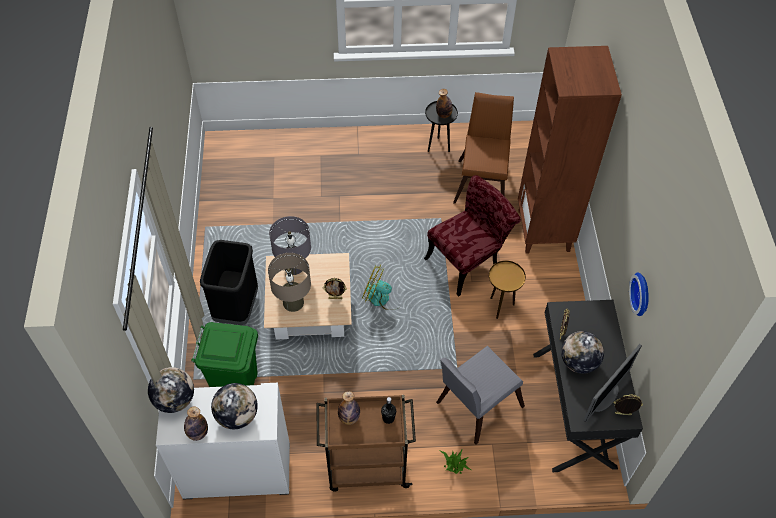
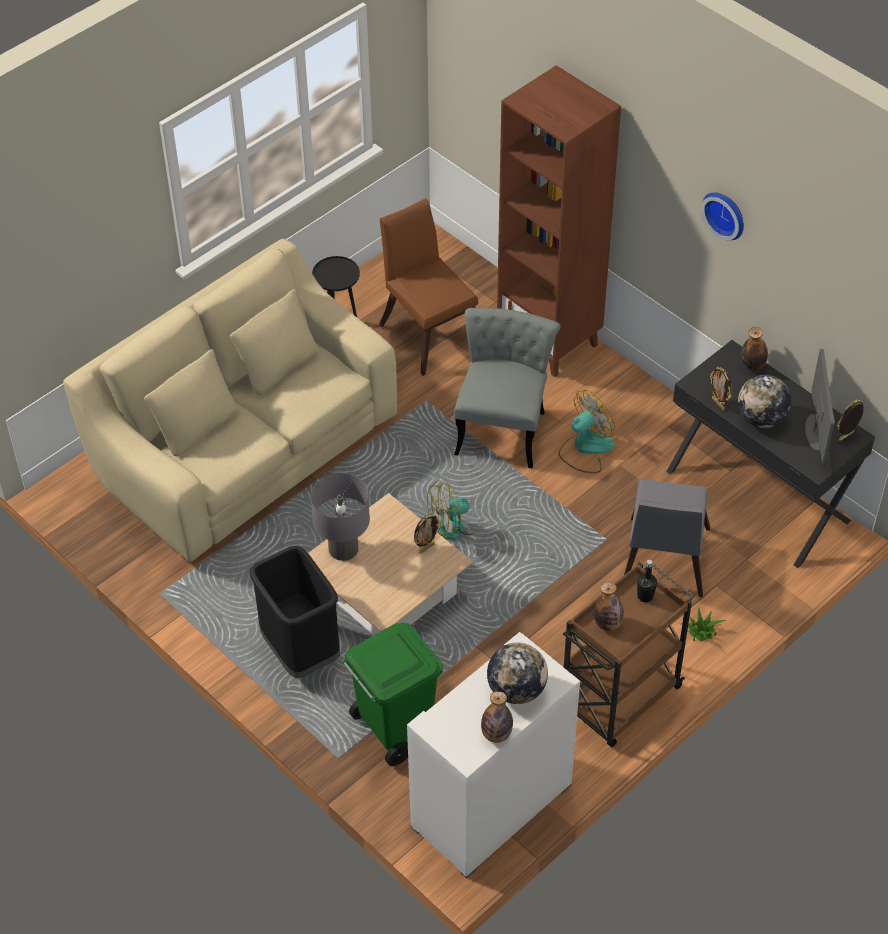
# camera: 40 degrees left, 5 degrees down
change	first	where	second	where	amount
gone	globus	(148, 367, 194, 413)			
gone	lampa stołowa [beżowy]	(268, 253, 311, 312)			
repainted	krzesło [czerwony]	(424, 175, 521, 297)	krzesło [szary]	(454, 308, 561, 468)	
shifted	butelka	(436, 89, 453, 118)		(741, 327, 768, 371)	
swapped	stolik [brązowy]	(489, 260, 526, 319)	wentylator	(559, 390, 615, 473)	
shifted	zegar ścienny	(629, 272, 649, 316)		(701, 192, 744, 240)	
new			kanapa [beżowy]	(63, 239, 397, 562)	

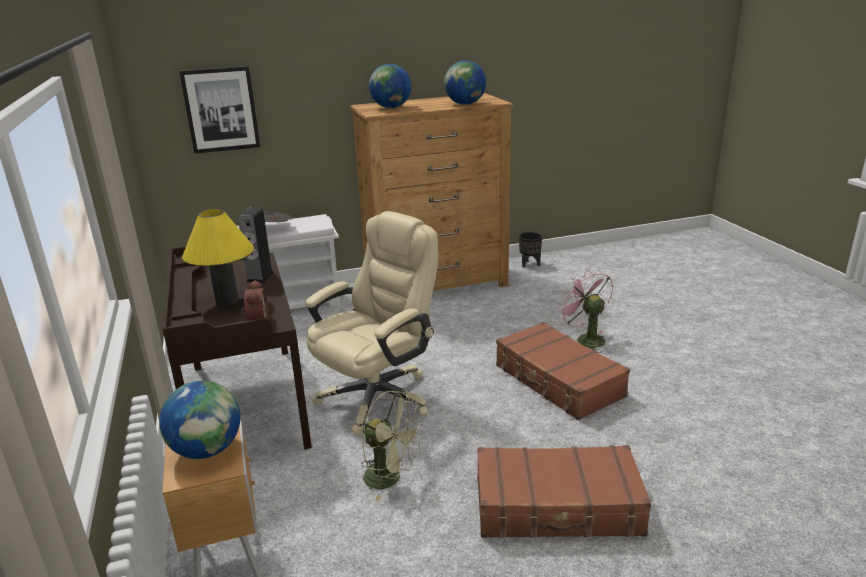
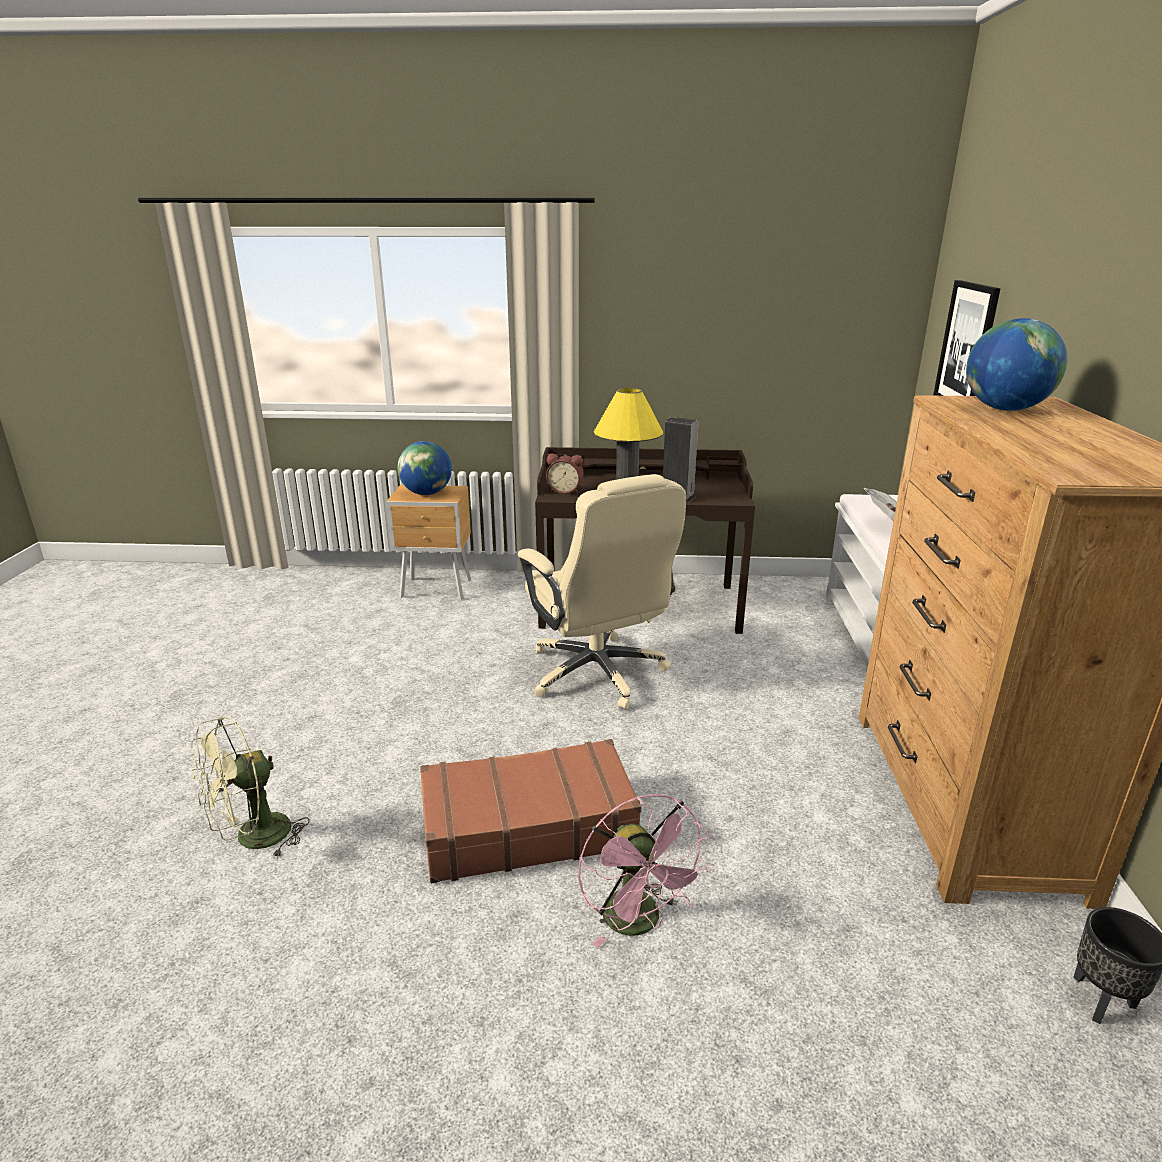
# camera: 110 degrees right, 0 degrees up
change	first	where	second	where	amount
shifted	wentylator [zielony]	(361, 391, 423, 501)		(191, 716, 310, 859)	
gone	globus	(444, 60, 486, 105)			
gone	walizka [brązowy]	(477, 445, 651, 538)			
rotated	wentylator [różowy]	(557, 270, 613, 353)		(578, 794, 710, 948)	75 degrees clockwise

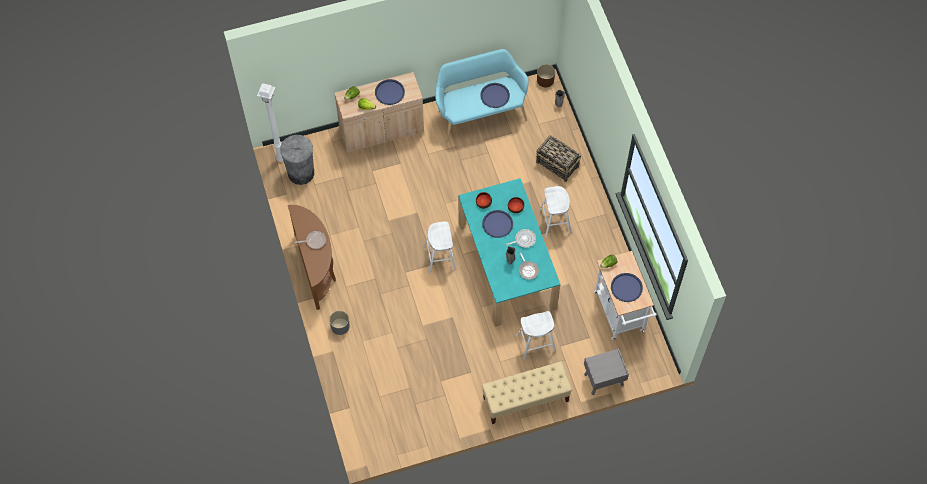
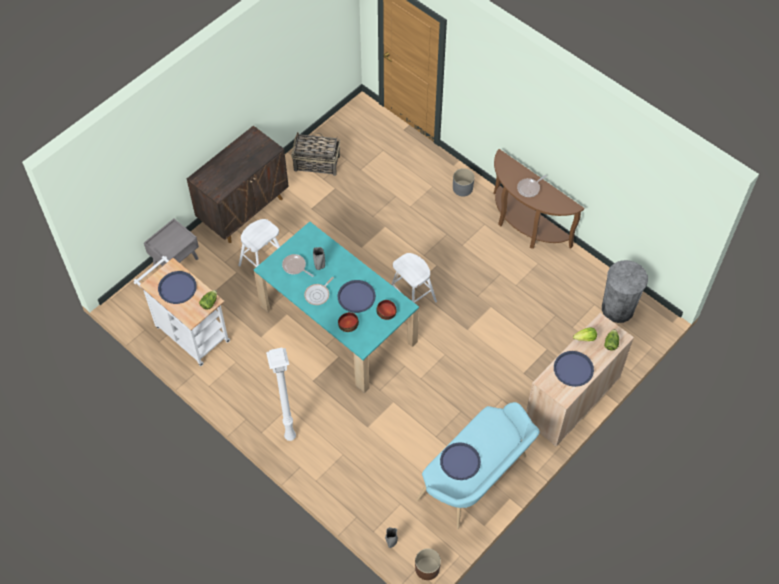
# camera: 150 degrees right, 5 degrees down
change	first	where	second	where	amount
shifted	lampa stojąca [biały]	(257, 83, 283, 162)		(266, 347, 296, 441)	
swapped	ławka [beżowy]	(482, 361, 572, 424)	szafka [brązowy]	(187, 126, 289, 243)	
shifted	koszyk	(536, 135, 581, 182)		(291, 132, 340, 176)	
gone	stołek [biały]	(539, 186, 572, 237)			

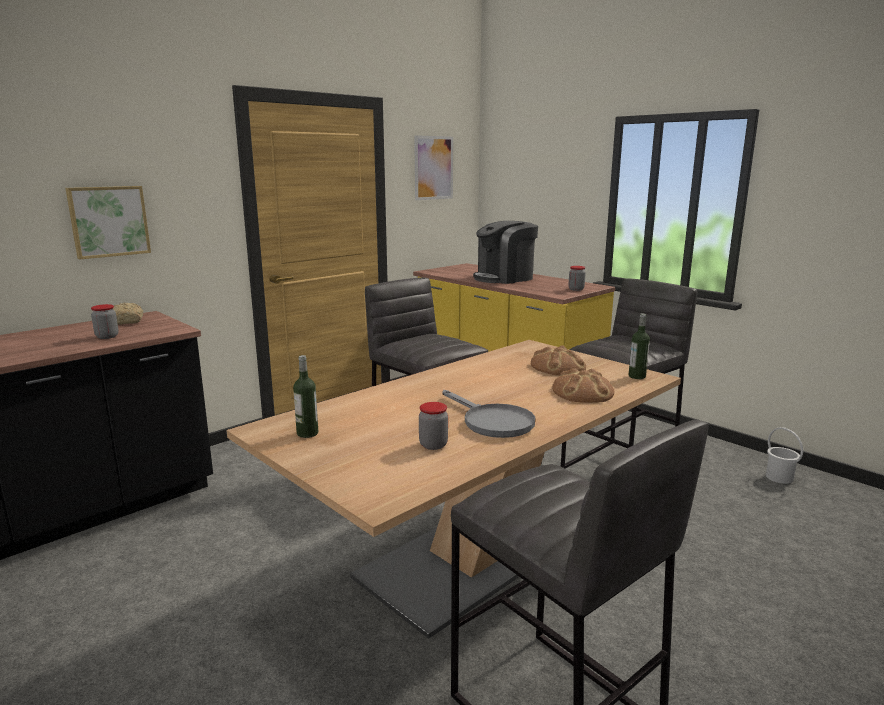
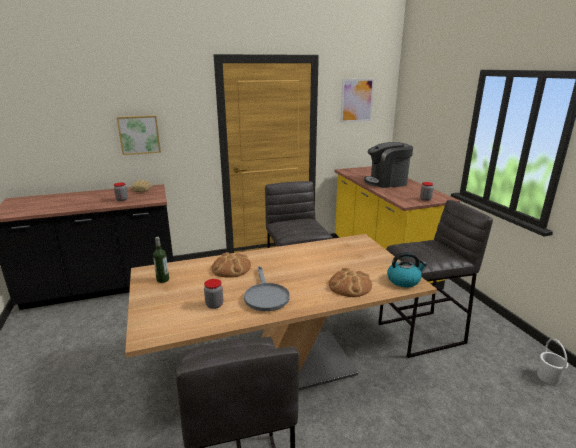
# camera: 25 degrees right, 5 degrees up
change	first	where	second	where	amount
shifted	chleb	(531, 345, 586, 375)		(211, 252, 251, 278)	
swapped	butelka	(629, 314, 650, 379)	czajnik	(387, 252, 427, 287)	

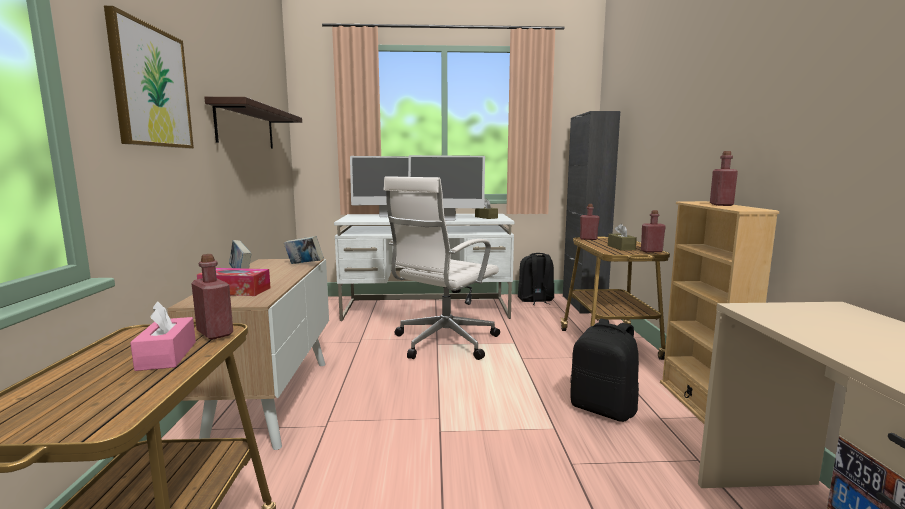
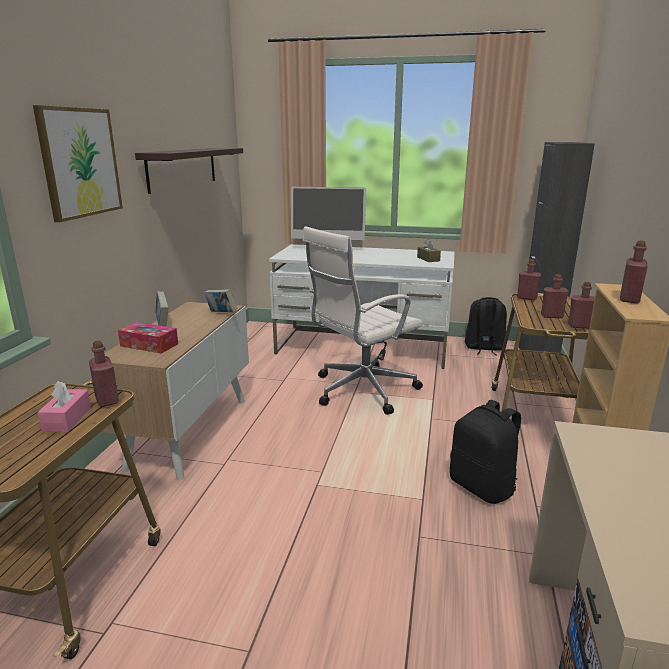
# camera: 15 degrees right, 10 degrees up
change	first	where	second	where	amount
gone	monitor	(408, 155, 485, 221)			
swapped	pudełko chusteczek [brązowy]	(608, 224, 637, 251)	butelka [czerwony]	(541, 274, 569, 318)	

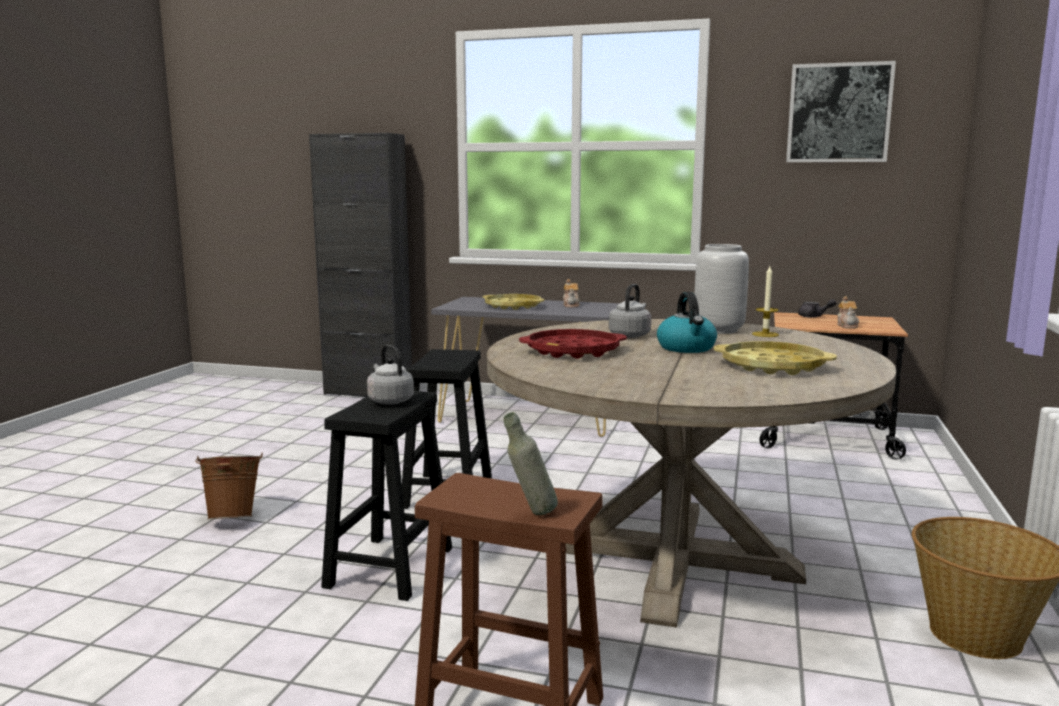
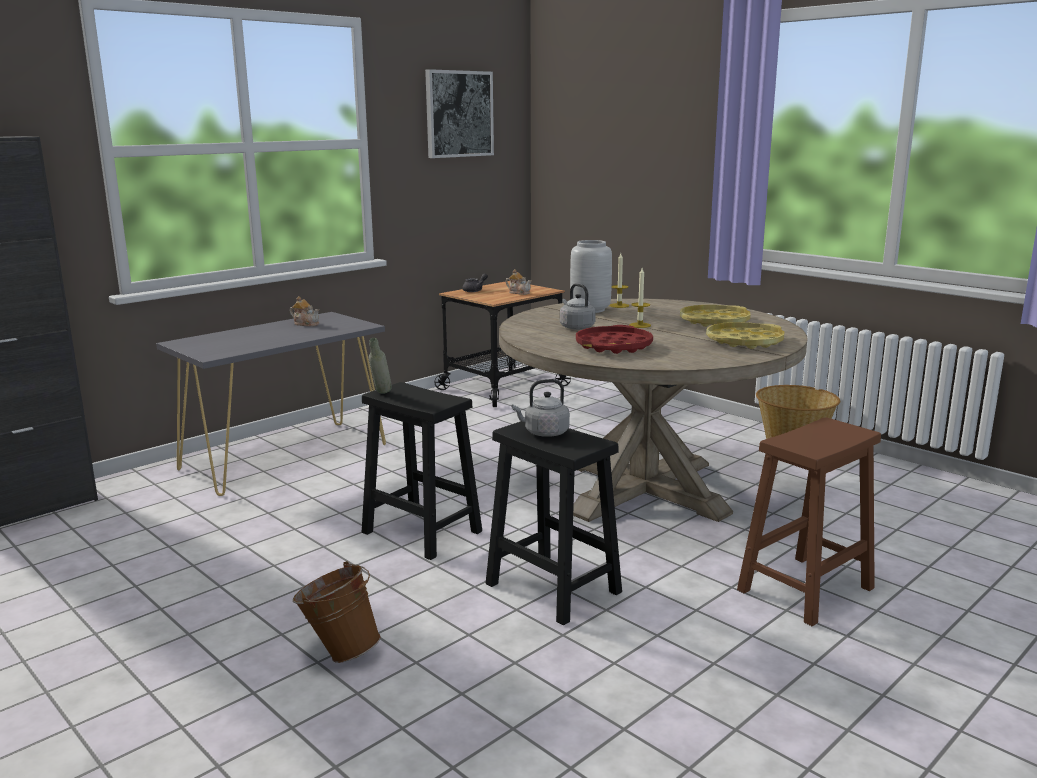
# camera: 60 degrees left, 5 degrees up
change	first	where	second	where	amount
shifted	taca [żółty]	(483, 294, 544, 310)		(706, 322, 784, 349)	
shifted	butelka [szary]	(504, 412, 558, 515)		(369, 338, 392, 394)	
swapped	czajnik	(657, 292, 717, 353)	świeca	(629, 268, 651, 328)	

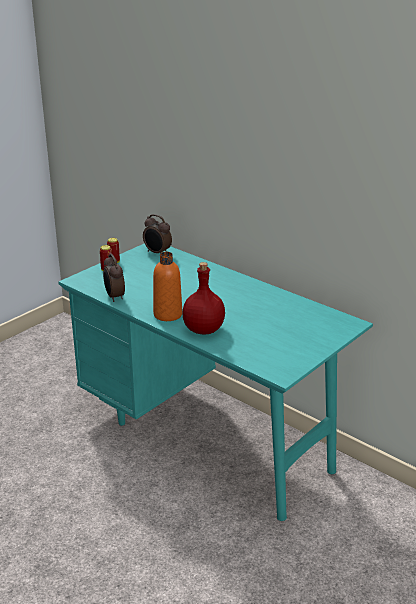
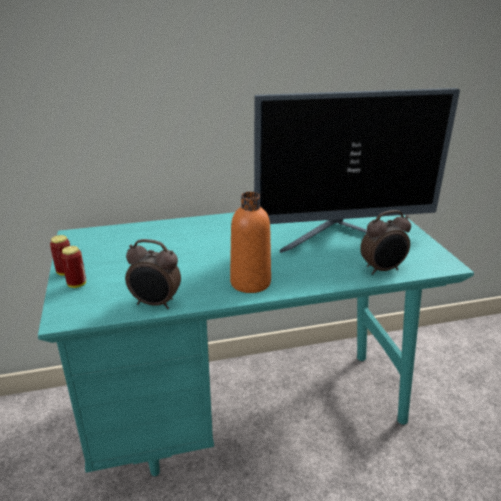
# camera: 55 degrees left, 0 degrees up
change	first	where	second	where	amount
shifted	budzik	(143, 214, 172, 253)		(360, 210, 411, 275)	
gone	butelka [czerwony]	(182, 262, 225, 335)			
new			monitor	(254, 88, 460, 253)	

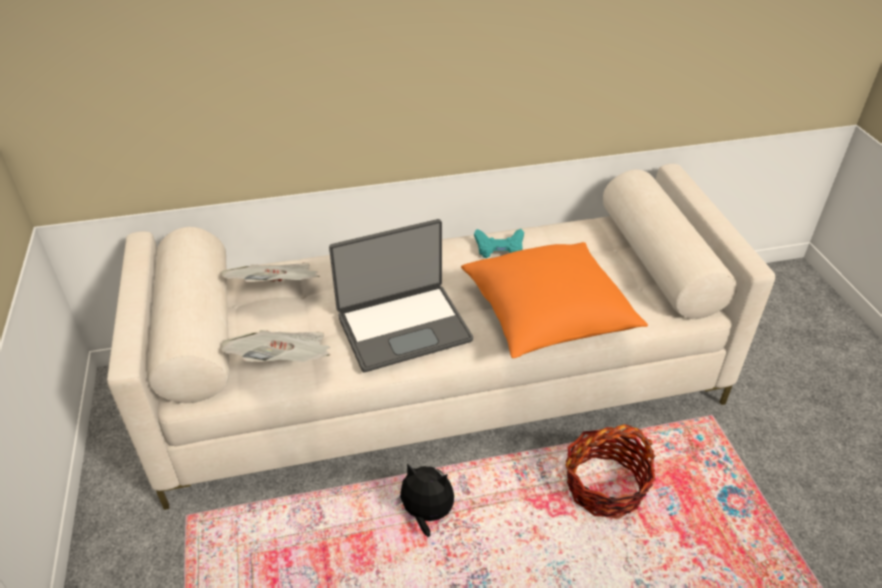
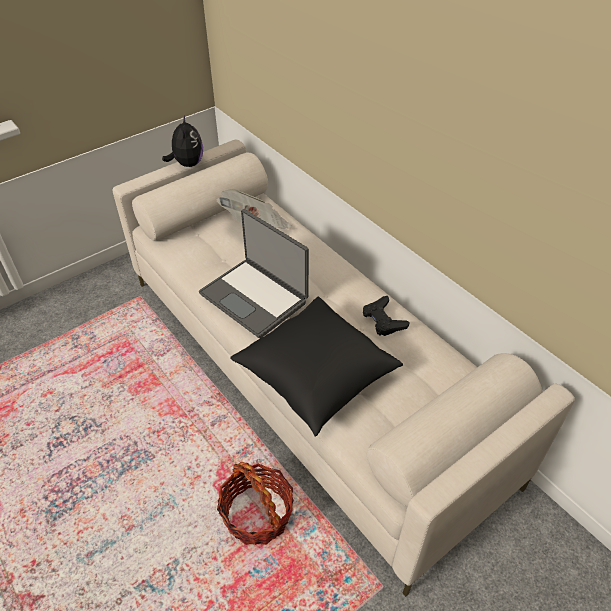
# camera: 65 degrees right, 5 degrees up
change	first	where	second	where	amount
gone	gazeta	(221, 330, 330, 362)			
shifted	pluszak	(391, 463, 454, 537)		(162, 115, 203, 167)	
repainted	poduszka [pomarańczowy]	(461, 242, 648, 358)	poduszka [czarny]	(230, 297, 403, 437)	
repainted	pad do gier [turkusowy]	(474, 229, 524, 258)	pad do gier [czarny]	(363, 296, 410, 336)	

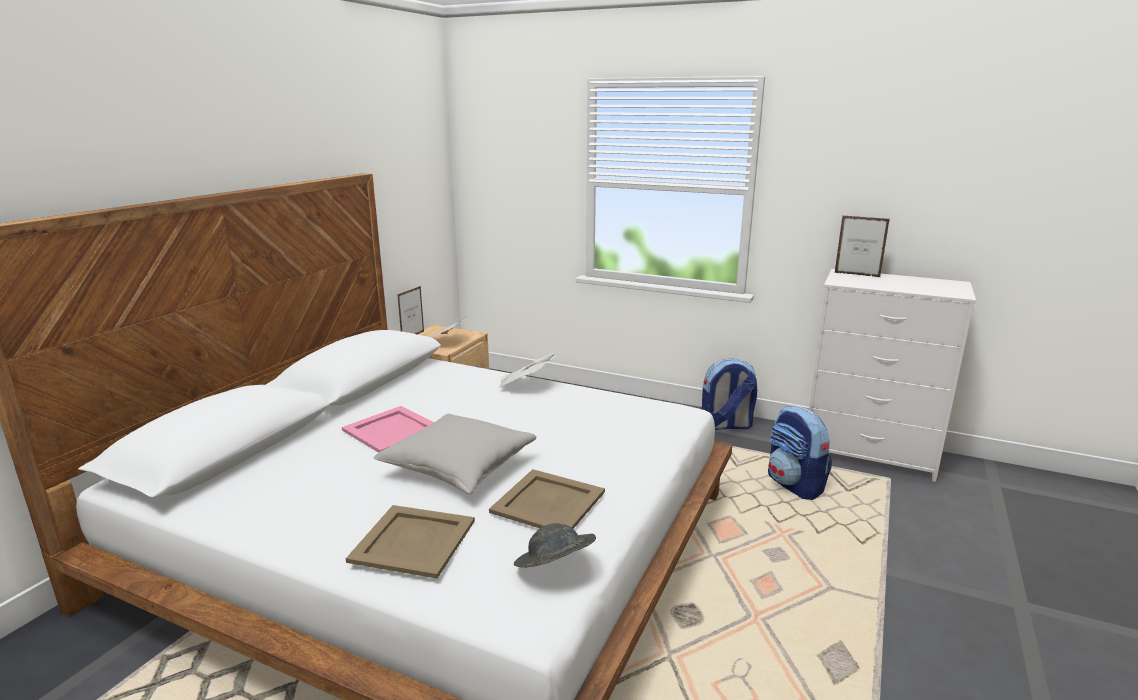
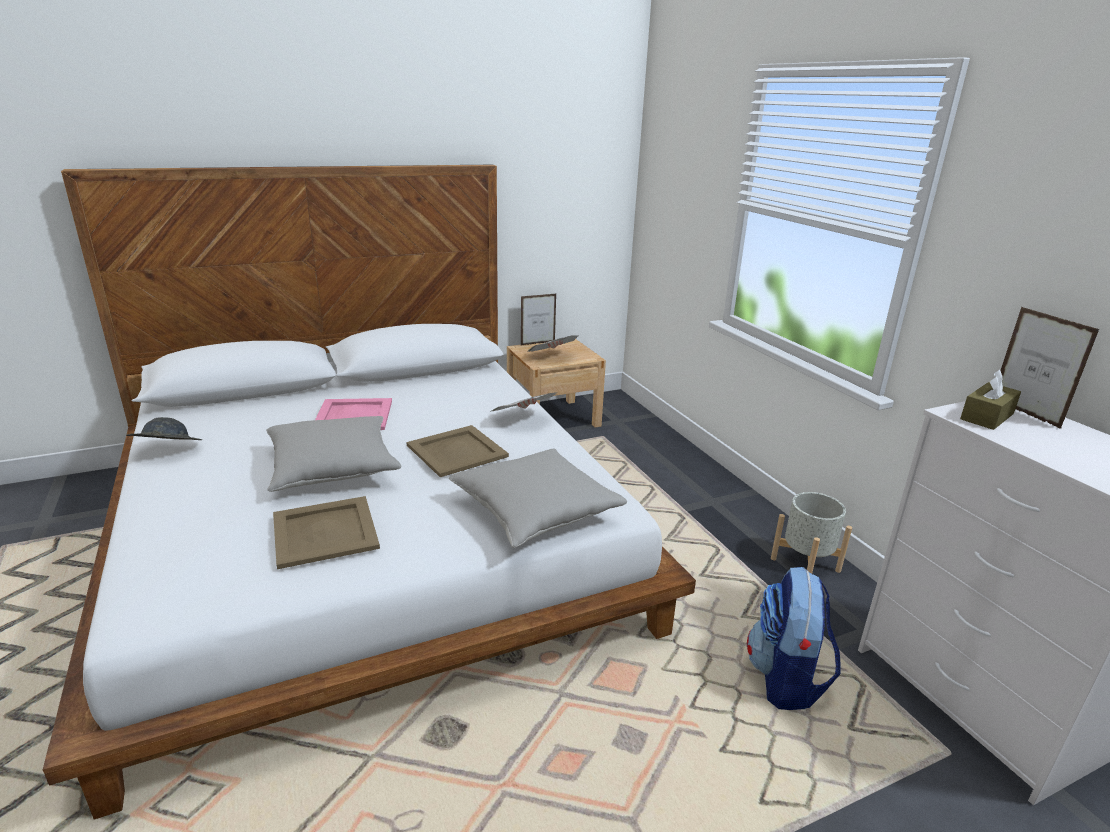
# camera: 40 degrees right, 5 degrees up
change	first	where	second	where	amount
shifted	taca [beżowy]	(346, 505, 475, 578)		(407, 425, 509, 477)	
shifted	kapelusz [szary]	(514, 523, 596, 568)		(126, 417, 202, 440)	
swapped	plecak	(701, 358, 757, 430)	donica [szary]	(771, 492, 852, 574)	
new			poduszka [szary]	(449, 449, 627, 548)	
new			pudełko chusteczek [brązowy]	(960, 369, 1021, 430)	

